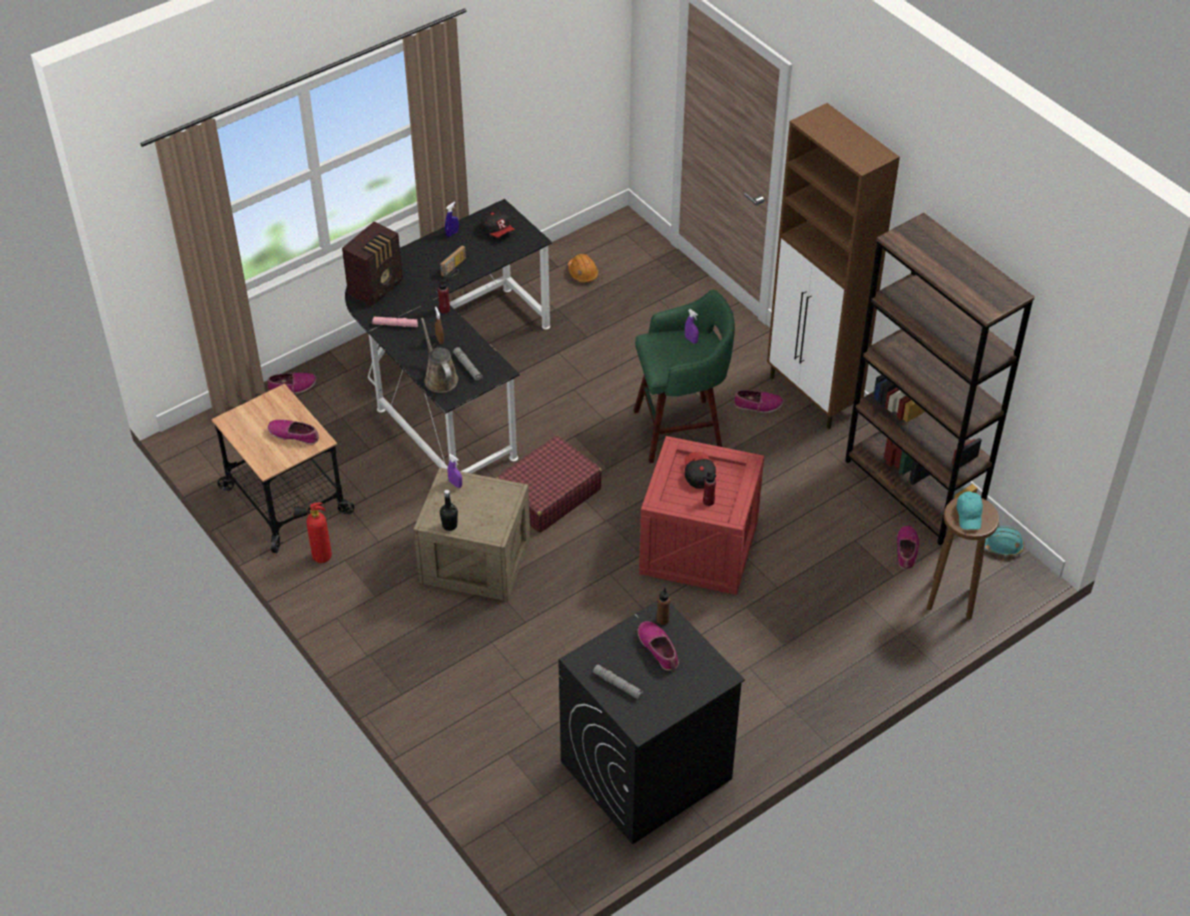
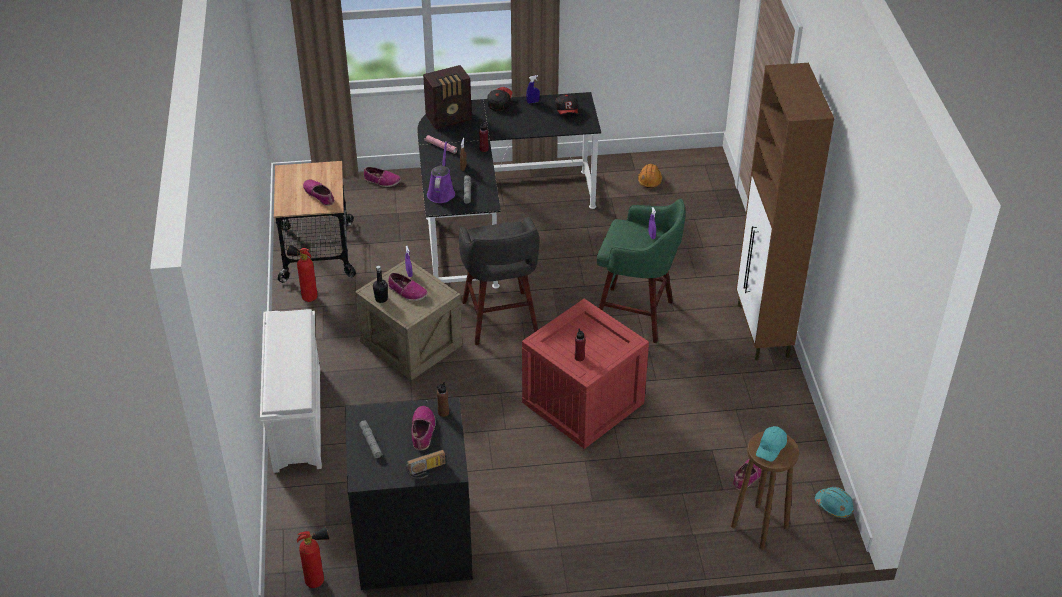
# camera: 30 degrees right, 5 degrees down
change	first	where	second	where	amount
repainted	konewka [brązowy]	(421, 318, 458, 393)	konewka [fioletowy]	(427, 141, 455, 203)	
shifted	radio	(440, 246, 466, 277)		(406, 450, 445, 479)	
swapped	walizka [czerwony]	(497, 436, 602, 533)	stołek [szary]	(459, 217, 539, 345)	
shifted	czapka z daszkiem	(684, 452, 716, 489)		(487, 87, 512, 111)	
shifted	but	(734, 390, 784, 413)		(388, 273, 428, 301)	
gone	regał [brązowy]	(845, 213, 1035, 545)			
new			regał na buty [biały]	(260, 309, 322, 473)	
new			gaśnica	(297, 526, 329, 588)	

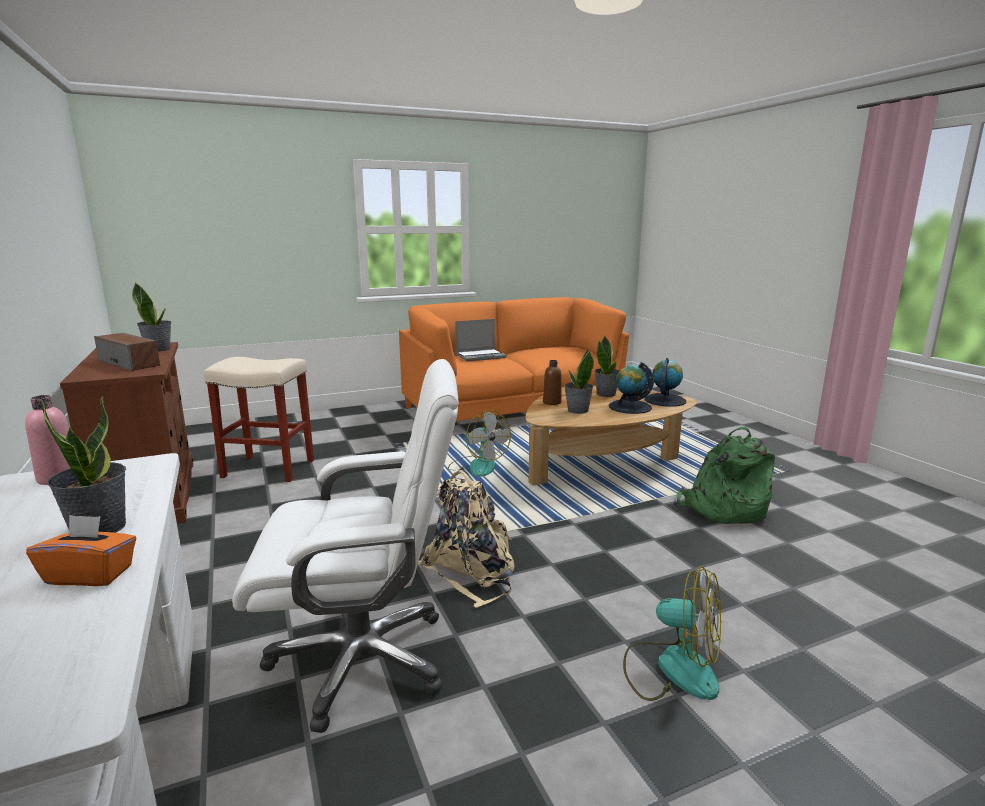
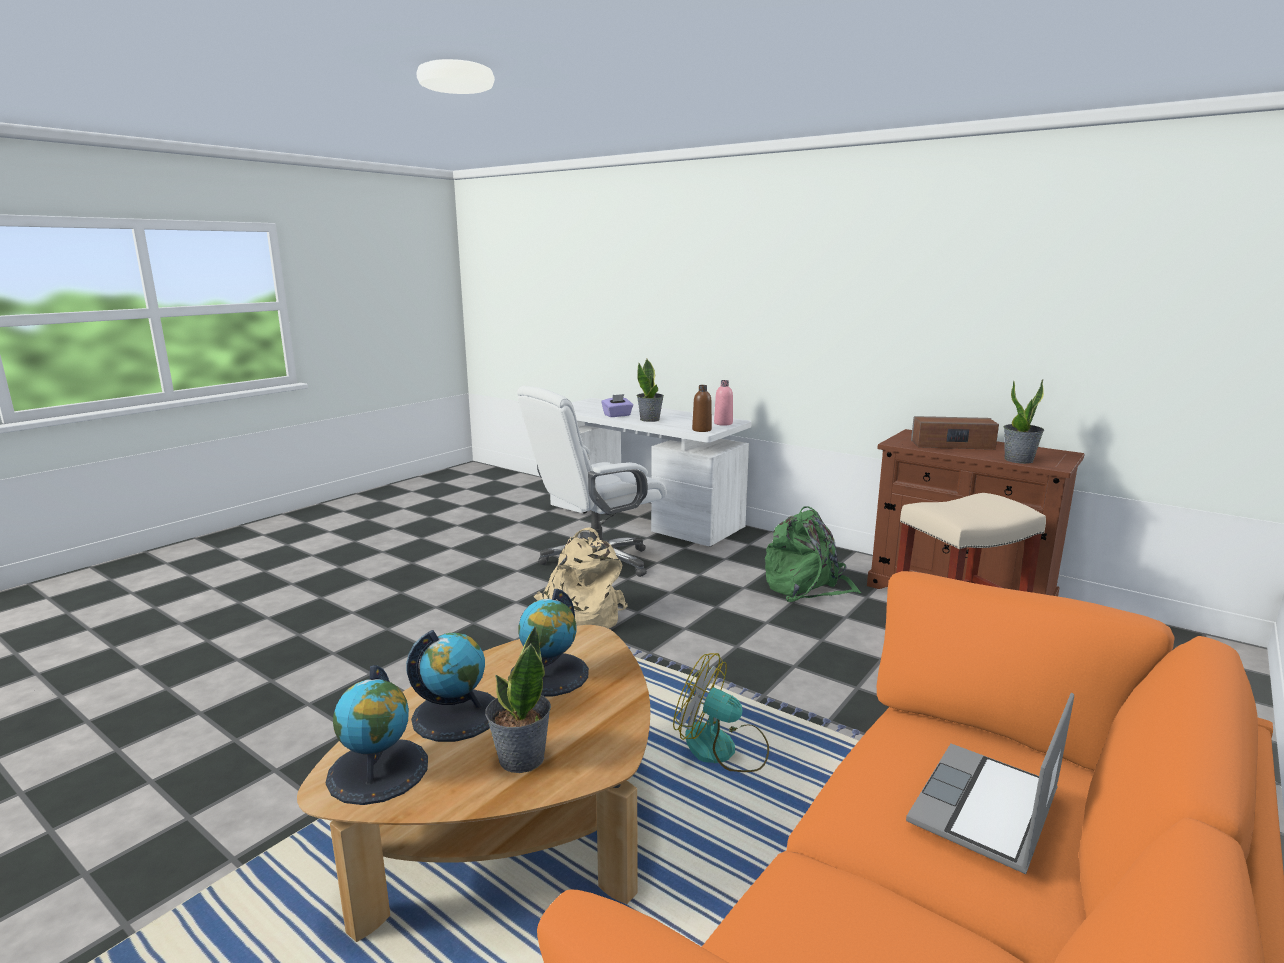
# camera: 150 degrees right, 0 degrees up
change	first	where	second	where	amount
repainted	pudełko chusteczek [pomarańczowy]	(26, 515, 137, 586)	pudełko chusteczek [fioletowy]	(601, 394, 633, 417)	
shifted	butelka [brązowy]	(543, 360, 562, 405)		(692, 385, 712, 432)	
swapped	roślina doniczkowa	(564, 349, 594, 414)	globus	(510, 589, 589, 697)	
gone	wentylator	(623, 566, 721, 701)			
shifted	plecak [zielony]	(676, 427, 775, 524)		(765, 506, 861, 602)	

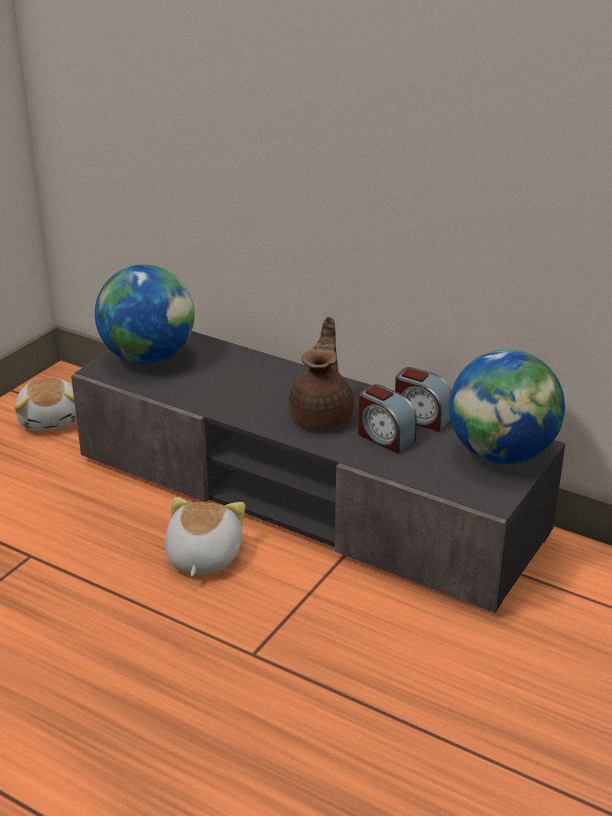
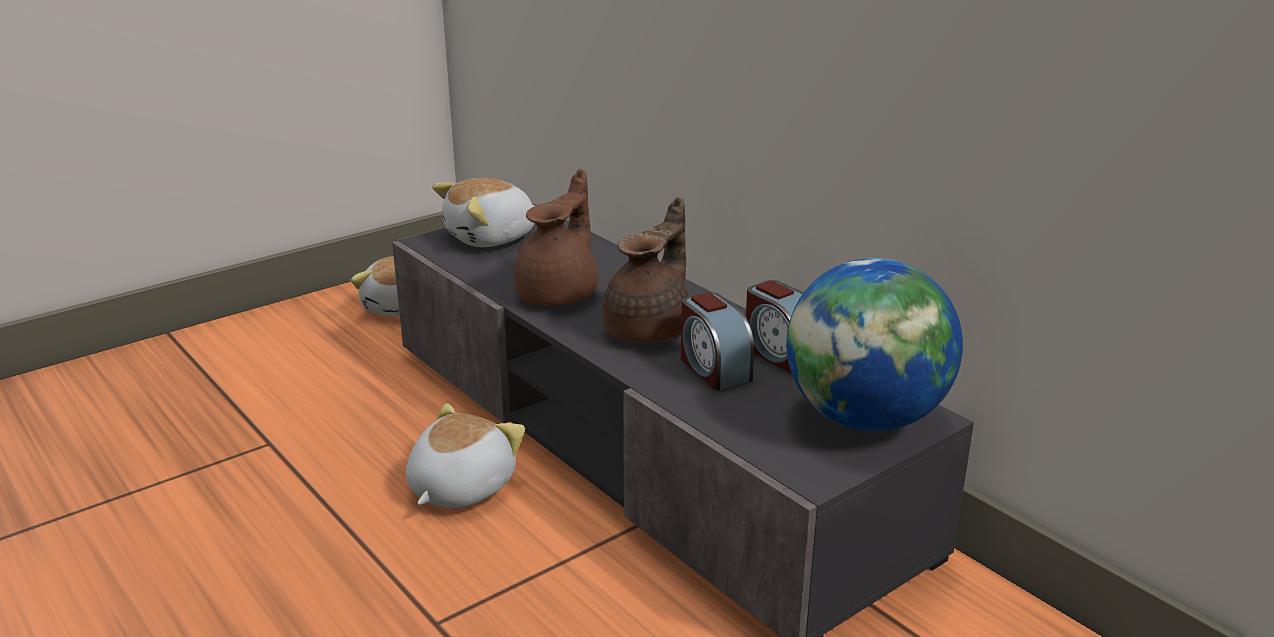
# camera: 20 degrees right, 5 degrees down
change	first	where	second	where	amount
swapped	globus	(95, 264, 195, 364)	pluszak	(432, 178, 535, 247)	
new			imbryk [brązowy]	(514, 169, 598, 306)	

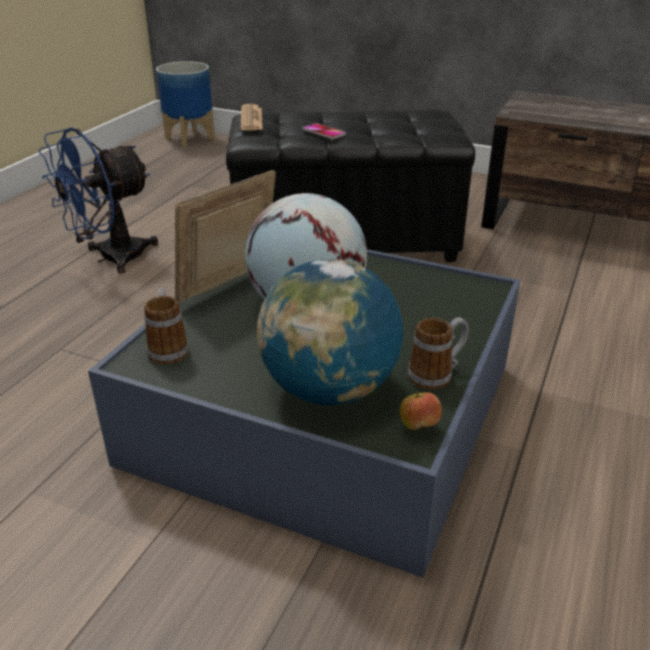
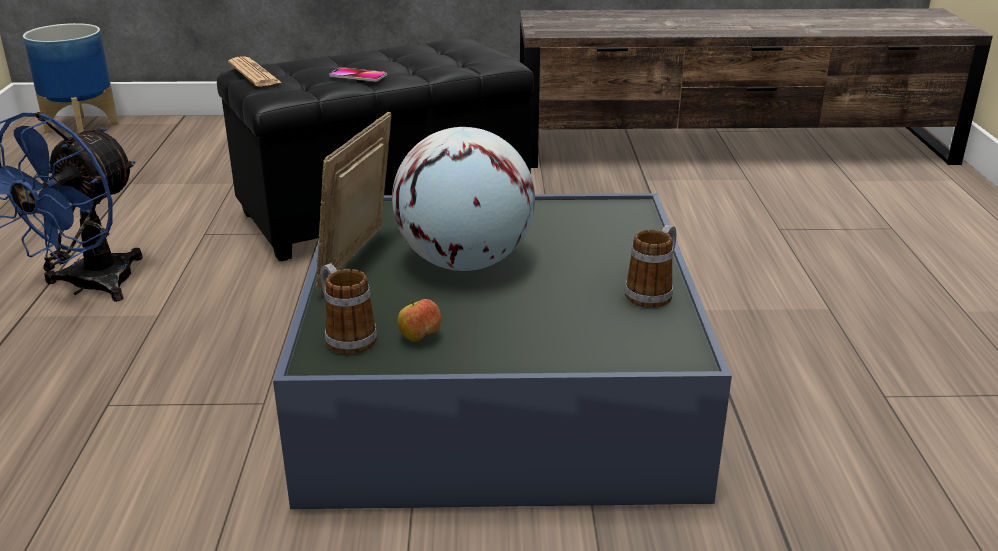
# camera: 25 degrees left, 5 degrees down
change	first	where	second	where	amount
gone	globus	(257, 259, 403, 405)			
shifted	jabłko	(400, 391, 442, 430)		(397, 299, 442, 342)	

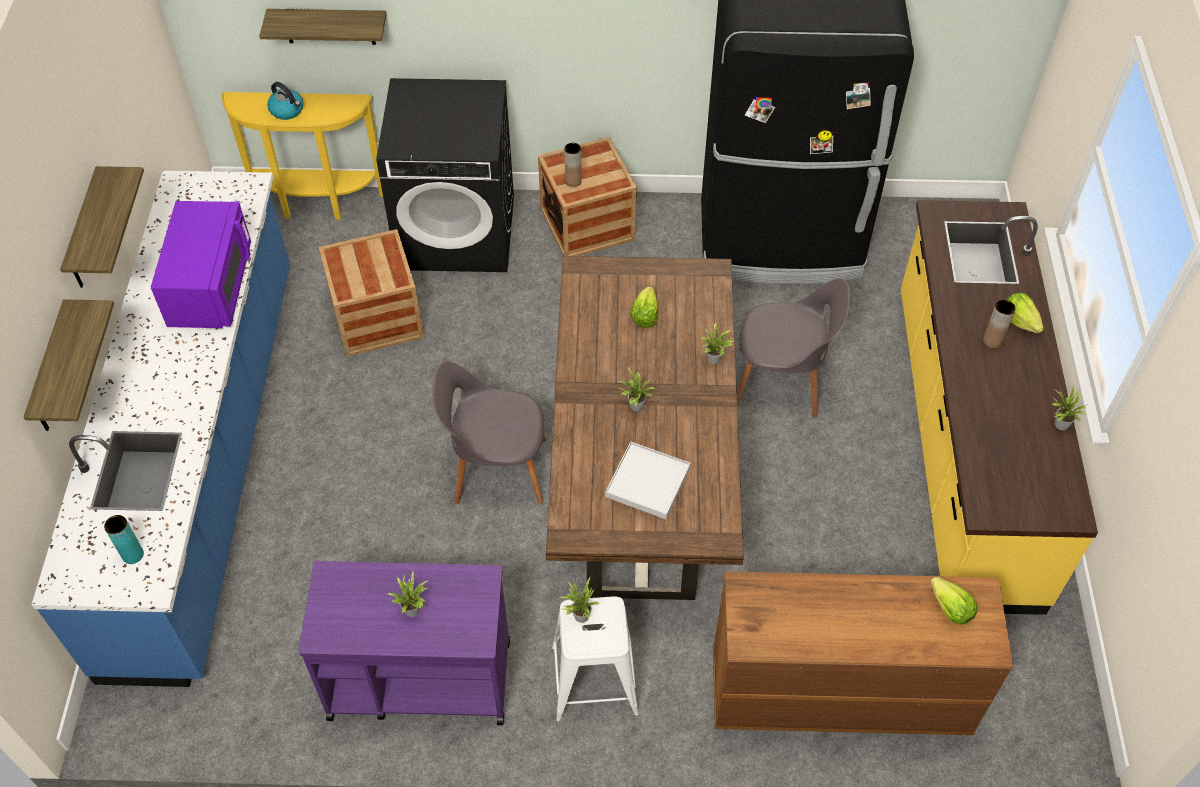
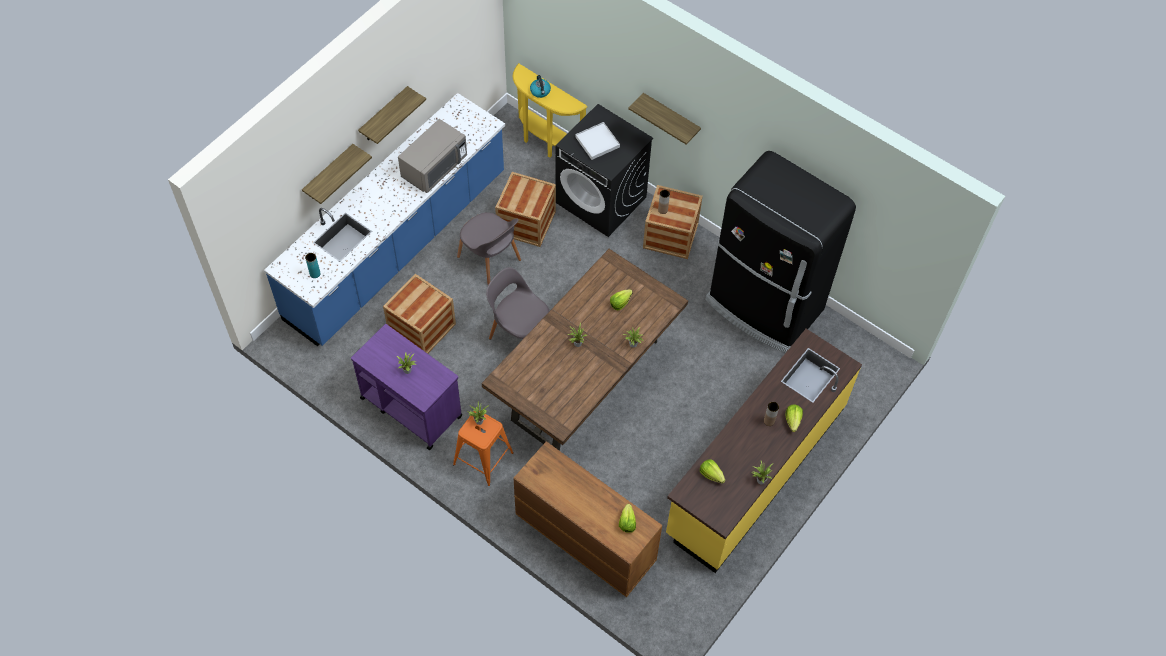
# camera: 35 degrees right, 5 degrees up
change	first	where	second	where	amount
repainted	mikrofalówka [fioletowy]	(151, 201, 251, 328)	mikrofalówka [szary]	(398, 119, 467, 193)	
shifted	półka	(259, 9, 386, 45)		(628, 93, 701, 145)	
repainted	stołek [biały]	(552, 596, 639, 722)	stołek [pomarańczowy]	(453, 411, 514, 486)	
shifted	taca [biały]	(605, 442, 691, 519)		(576, 122, 620, 160)	
shifted	krzesło [szary]	(737, 278, 850, 418)		(457, 212, 521, 285)	
new			skrzynka	(383, 274, 456, 354)	
new			sałata	(700, 459, 725, 484)	

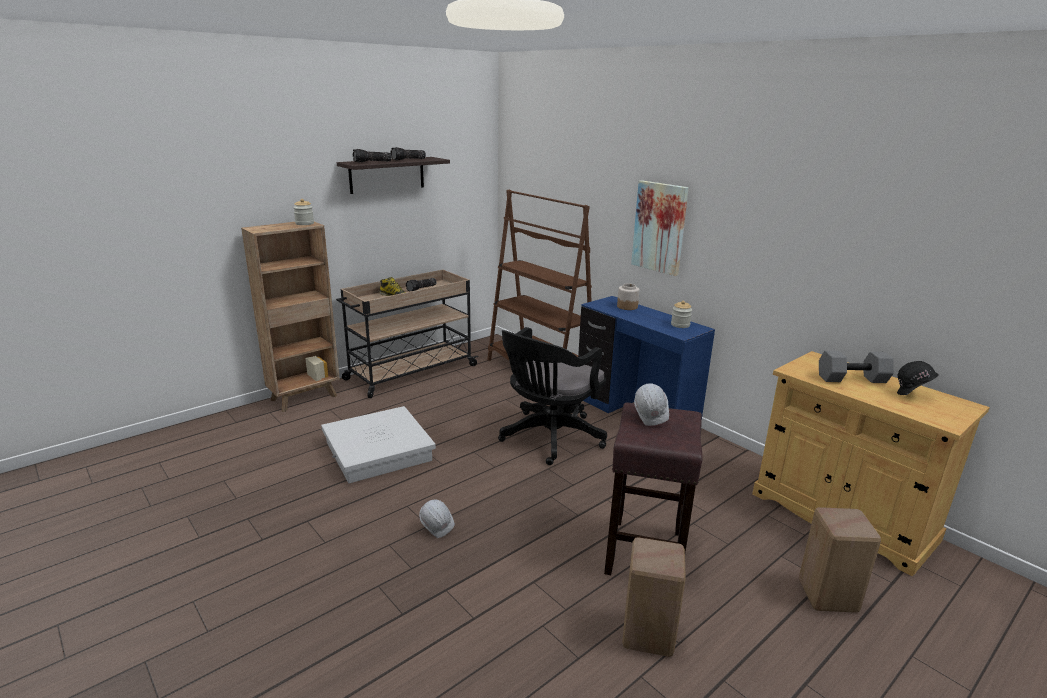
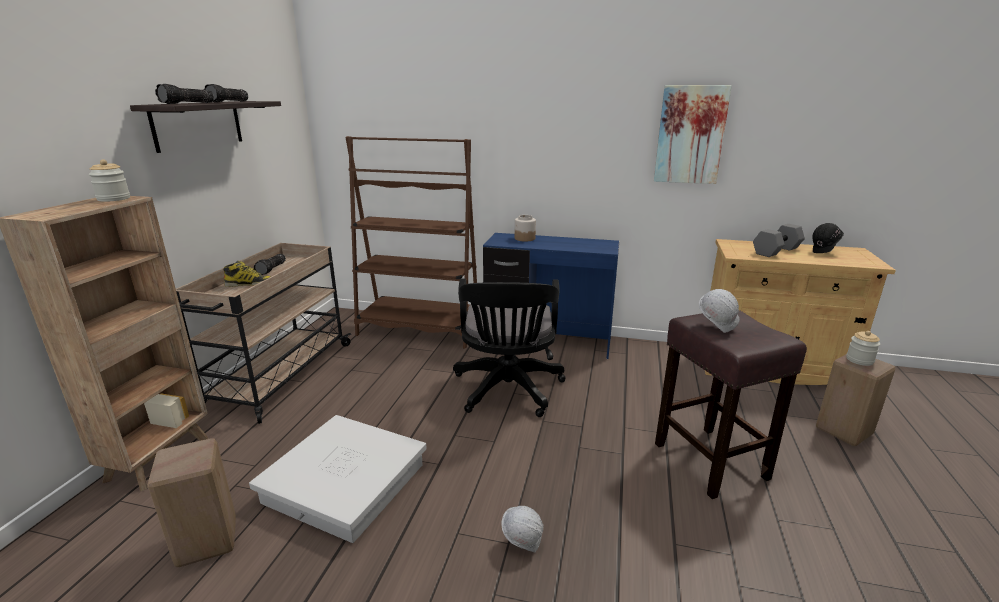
# camera: 35 degrees left, 0 degrees up
change	first	where	second	where	amount
shifted	stołek [beżowy]	(622, 537, 686, 657)		(148, 438, 236, 567)	
shifted	obraz	(631, 180, 689, 276)		(654, 85, 732, 184)	
shifted	słoik	(671, 301, 692, 328)		(846, 331, 880, 366)	

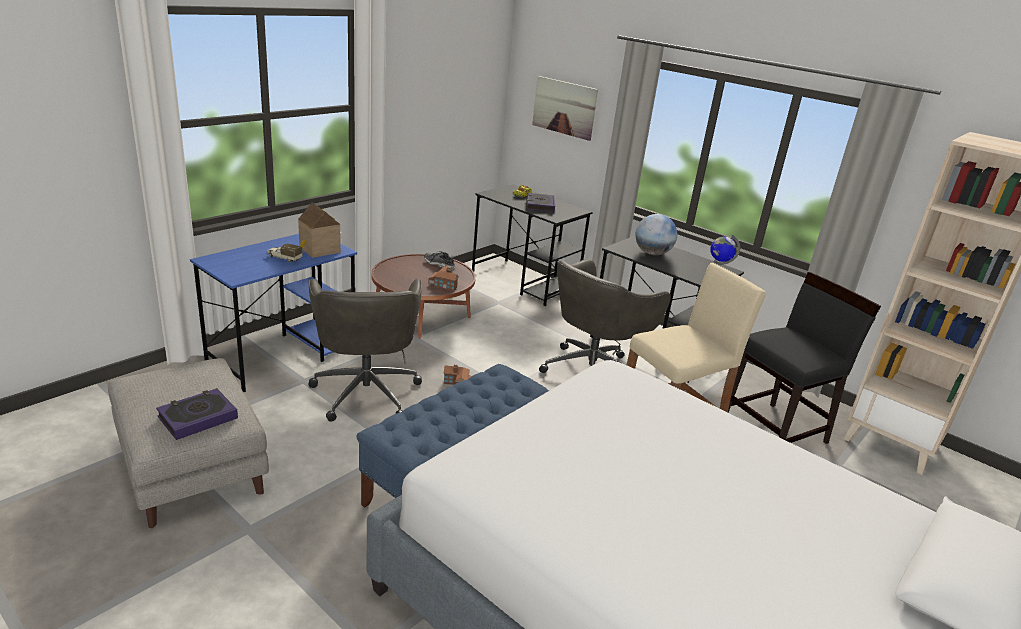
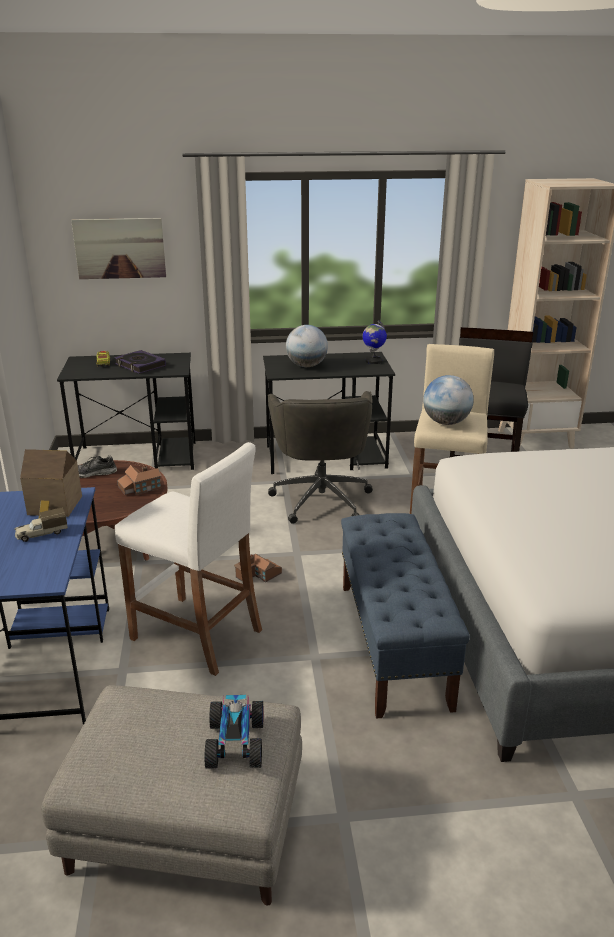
# camera: 45 degrees left, 0 degrees up
change	first	where	second	where	amount
swapped	książka	(156, 388, 238, 440)	samochodzik	(205, 695, 263, 769)	
swapped	krzesło biurowe [szary]	(308, 279, 422, 422)	stołek [biały]	(115, 442, 262, 676)	
new			globus	(423, 375, 474, 425)	

